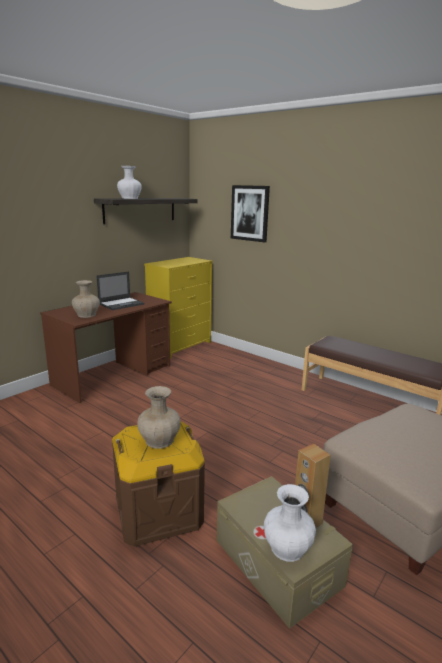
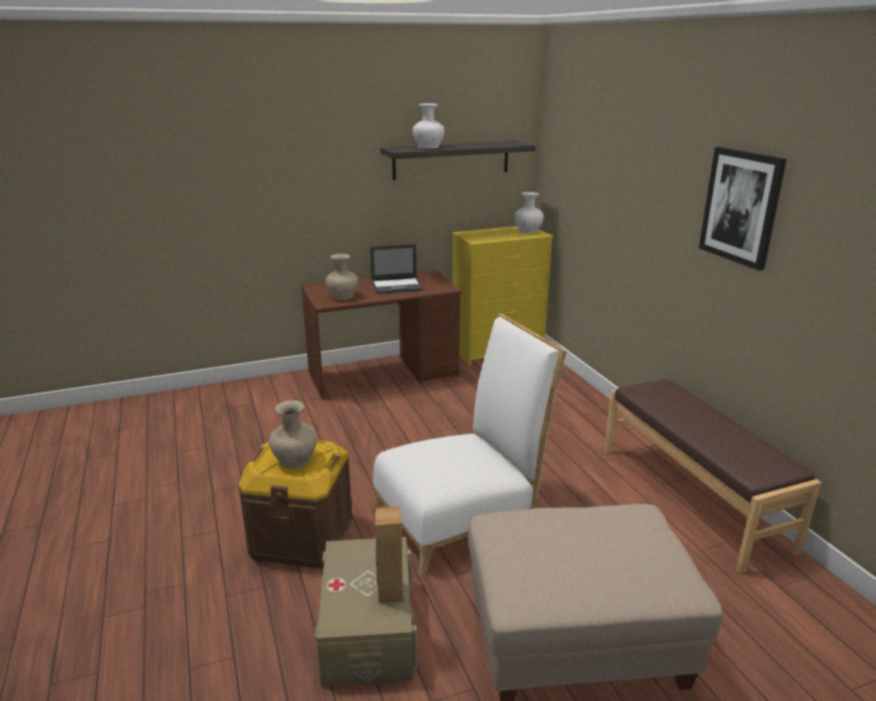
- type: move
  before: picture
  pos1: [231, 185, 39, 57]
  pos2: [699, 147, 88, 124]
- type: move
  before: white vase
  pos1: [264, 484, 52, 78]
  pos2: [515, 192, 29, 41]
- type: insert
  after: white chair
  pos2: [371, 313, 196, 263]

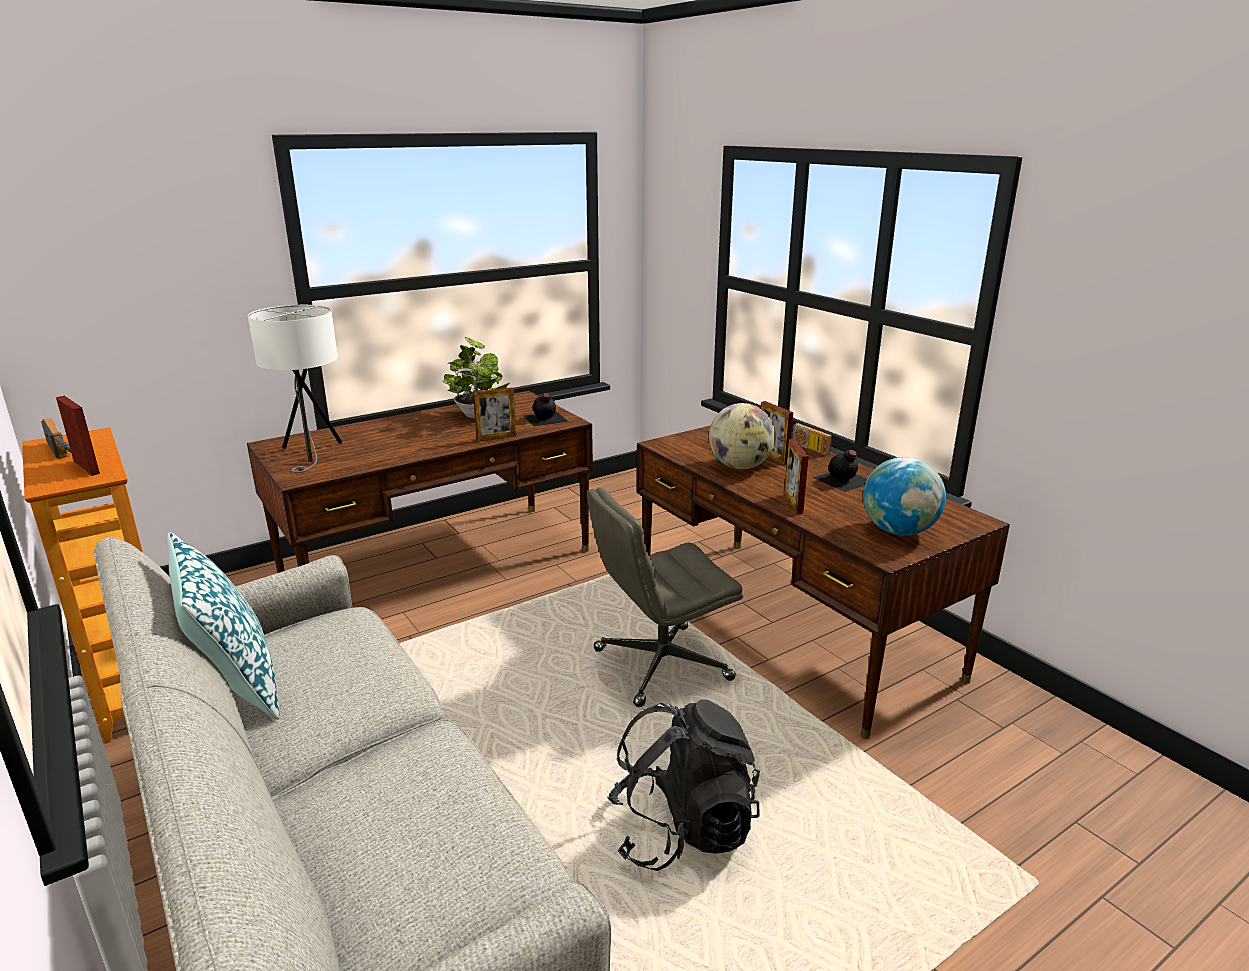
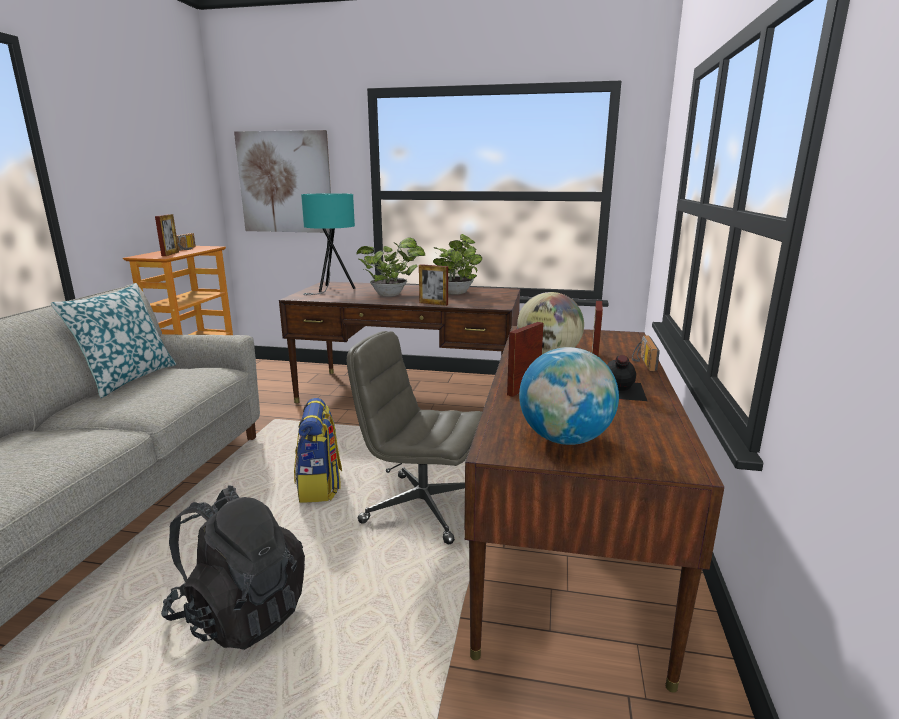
- type: recolor
  before: white table lamp
  after: turquoise table lamp
  pos1: [248, 305, 94, 168]
  pos2: [301, 193, 54, 102]
- type: delete
  before: black bottle
  pos1: [523, 393, 45, 34]
- type: insert
  after: picture
  pos2: [234, 130, 97, 103]
- type: insert
  after: potted plant
  pos2: [357, 237, 68, 60]
- type: insert
  after: backpack
  pos2: [294, 398, 48, 105]

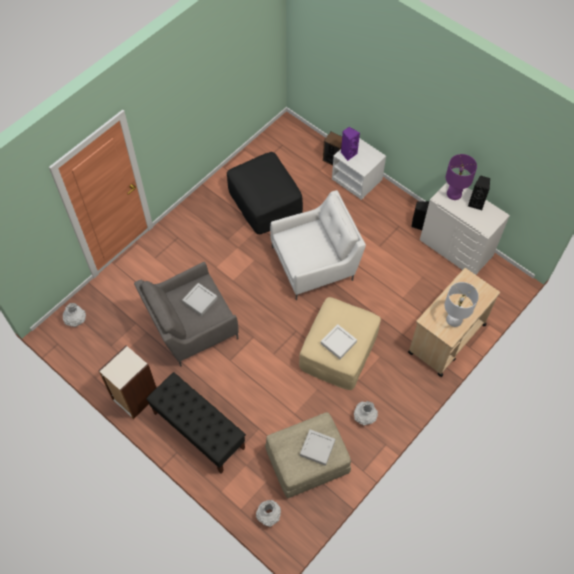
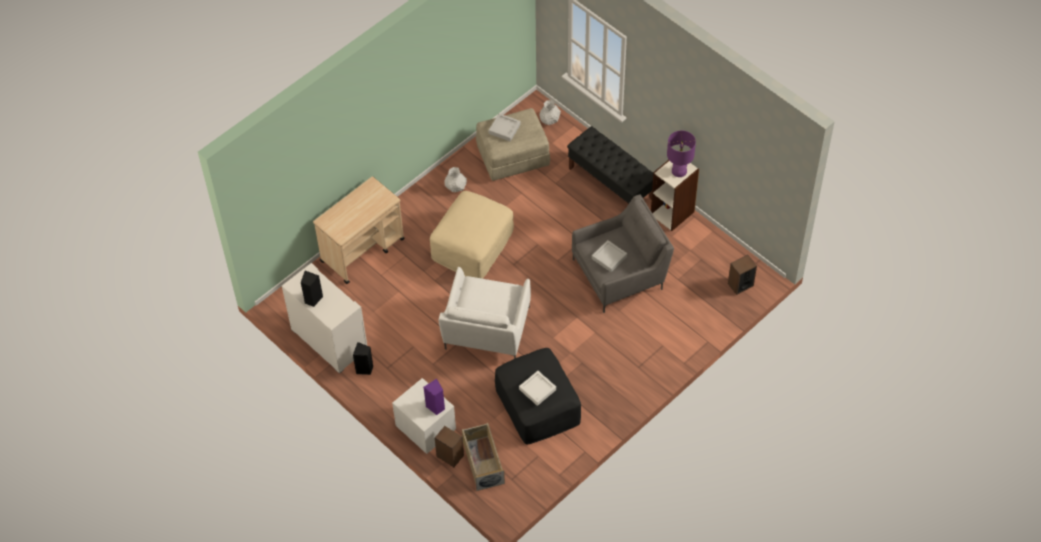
- type: move
  before: purple table lamp
  pos1: [446, 154, 31, 46]
  pos2: [667, 131, 29, 46]
- type: rotate
  before: white armchair
  pos1: [270, 190, 96, 110]
  pos2: [438, 267, 93, 92]
  turn: -60
- type: delete
  before: white table lamp
  pos1: [445, 282, 34, 45]
- type: replace
  before: white vase
  after: speaker
  pos1: [63, 303, 23, 24]
  pos2: [728, 255, 29, 40]
- type: move
  before: white tray
  pos1: [321, 324, 36, 35]
  pos2: [519, 371, 37, 35]
- type: insert
  after: beige storage box
  pos2: [462, 423, 43, 68]

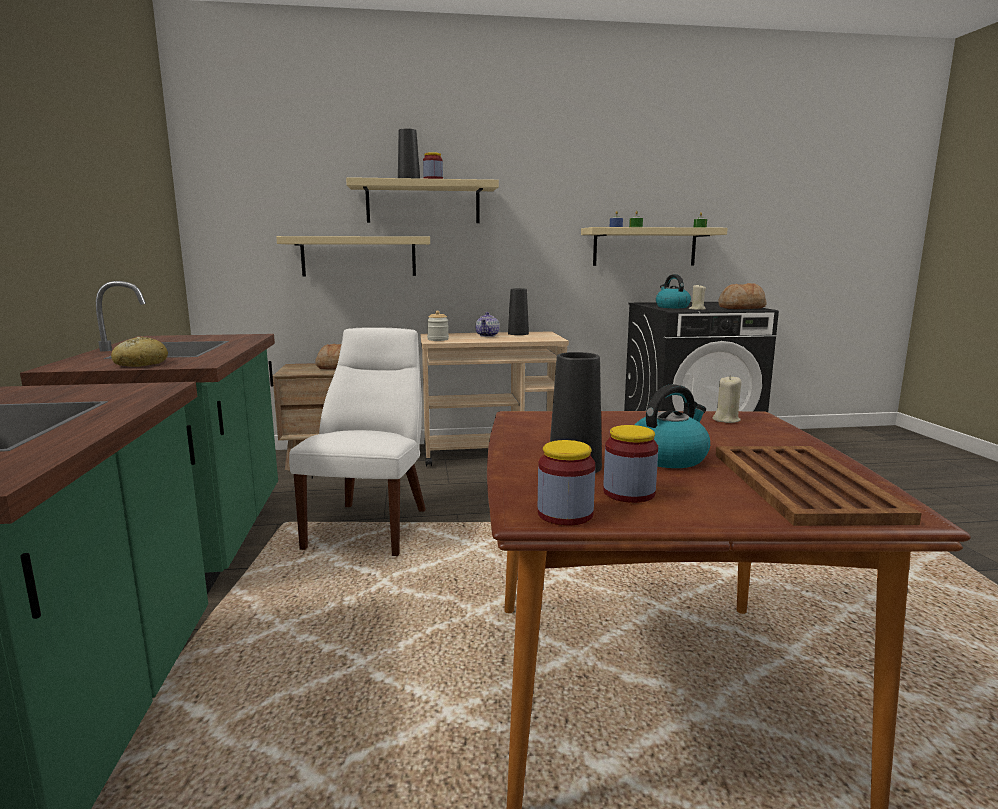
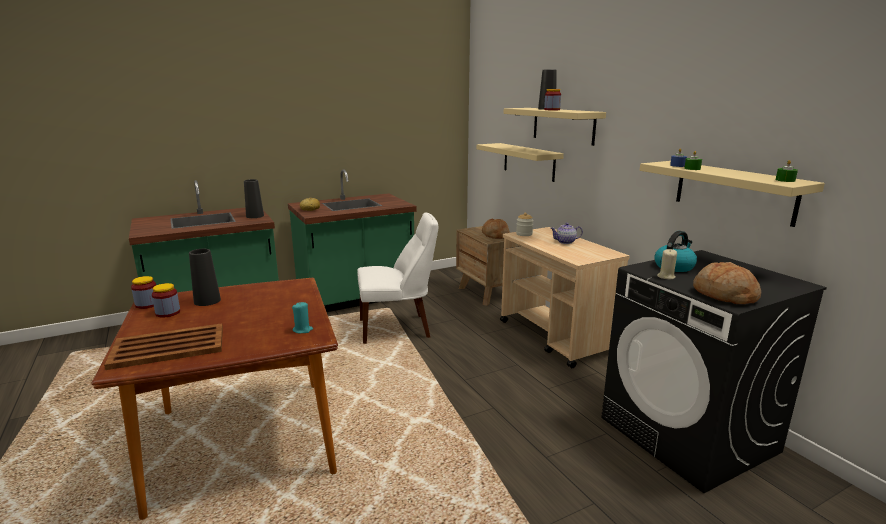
- type: move
  before: black vase
  pos1: [508, 288, 21, 47]
  pos2: [244, 179, 20, 39]
- type: recolor
  before: beige candle
  after: turquoise candle
  pos1: [713, 375, 29, 48]
  pos2: [292, 302, 21, 31]
- type: delete
  before: kettle
  pos1: [635, 384, 75, 84]

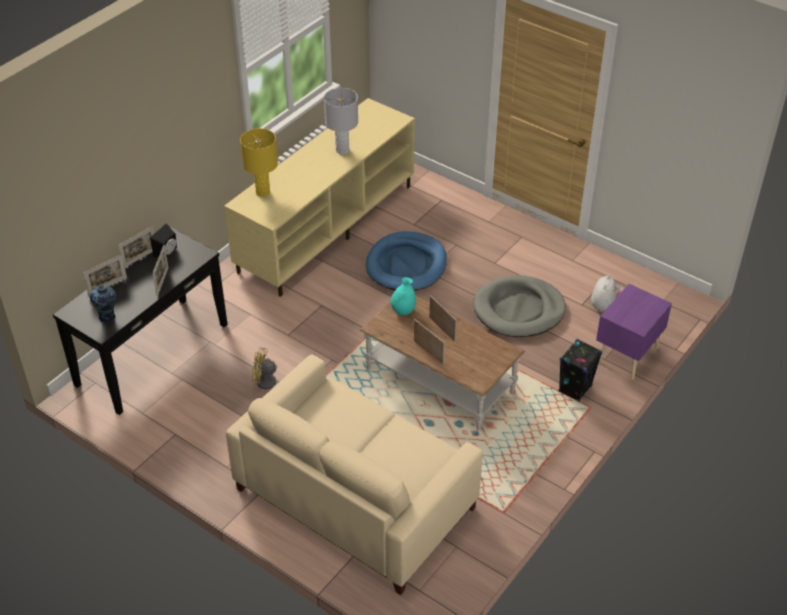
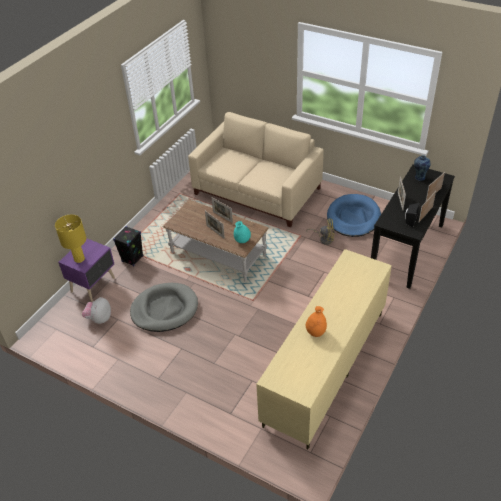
- type: replace
  before: grey table lamp
  after: orange vase
  pos1: [324, 88, 34, 66]
  pos2: [306, 306, 21, 31]
- type: move
  before: yellow table lamp
  pos1: [240, 128, 38, 69]
  pos2: [55, 215, 31, 48]
- type: move
  before: blue dog bed
  pos1: [366, 231, 81, 60]
  pos2: [327, 194, 54, 43]

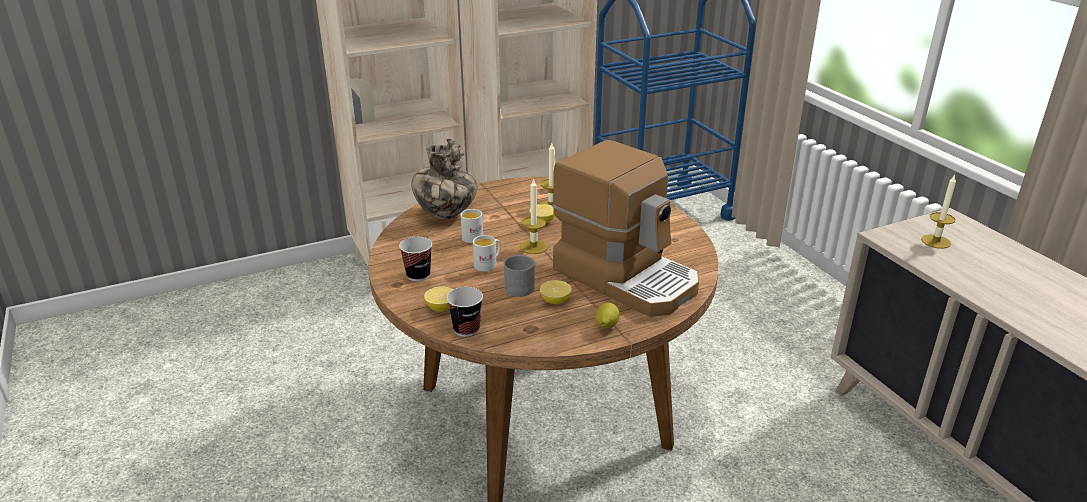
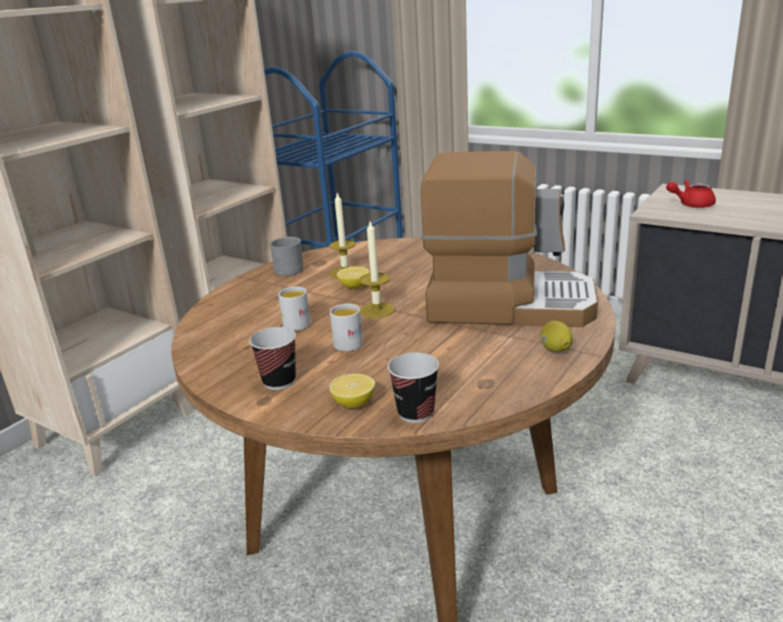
- type: delete
  before: vase
  pos1: [412, 139, 66, 80]
- type: replace
  before: candle
  after: red teapot
  pos1: [921, 174, 35, 75]
  pos2: [666, 180, 50, 28]
- type: move
  before: grey mug
  pos1: [503, 255, 32, 42]
  pos2: [270, 237, 34, 39]
- type: delete
  before: lemon
  pos1: [540, 280, 32, 24]

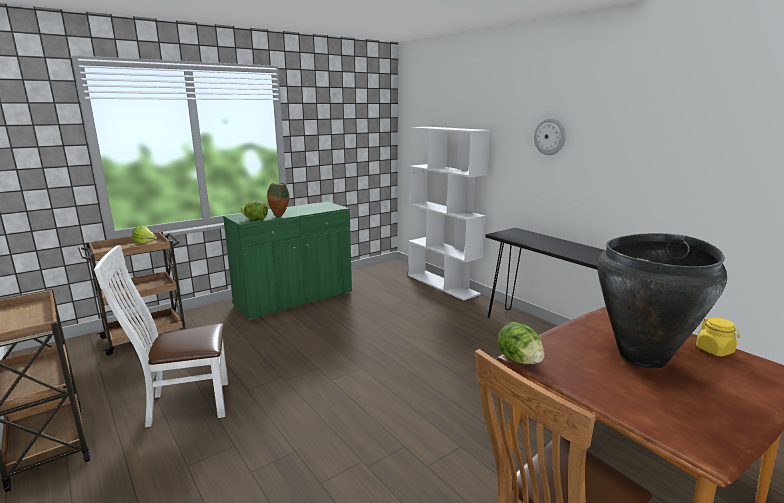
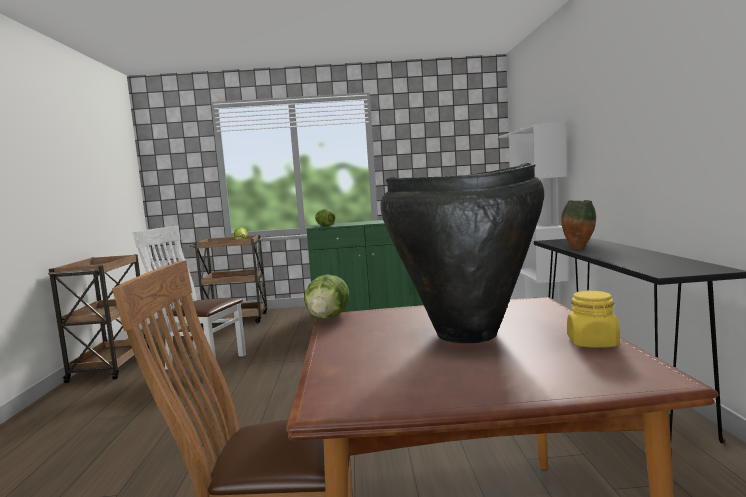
- type: delete
  before: wall clock
  pos1: [534, 118, 32, 37]
- type: move
  before: vase
  pos1: [267, 183, 22, 34]
  pos2: [561, 200, 35, 49]

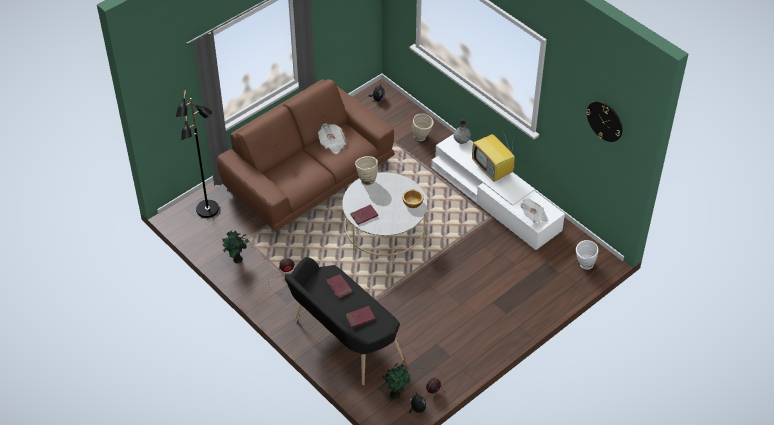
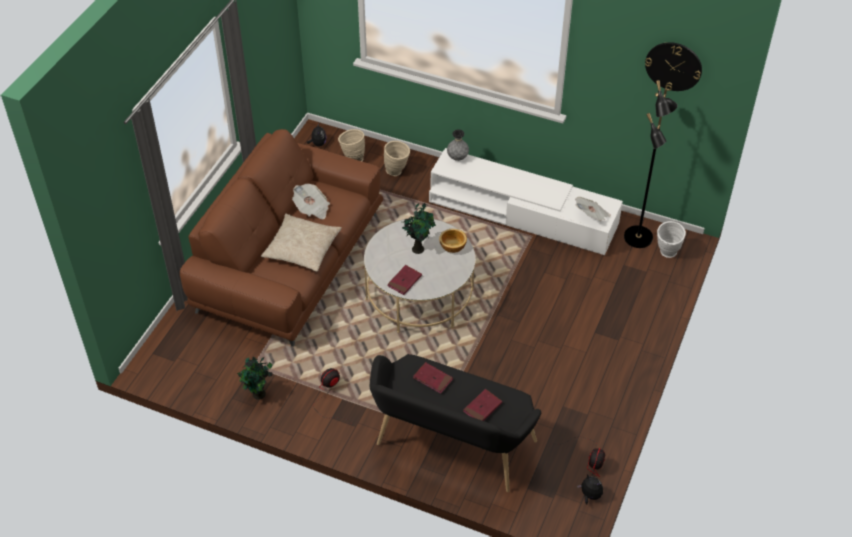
- type: move
  before: black floor lamp
  pos1: [176, 90, 43, 128]
  pos2: [624, 80, 54, 168]
- type: delete
  before: television
  pos1: [472, 134, 43, 48]
- type: move
  before: beige vase
  pos1: [355, 156, 23, 30]
  pos2: [338, 129, 27, 32]
- type: move
  before: potted plant
  pos1: [382, 362, 29, 37]
  pos2: [402, 203, 33, 51]
- type: insert
  after: beige pillow
  pos2: [261, 214, 81, 58]

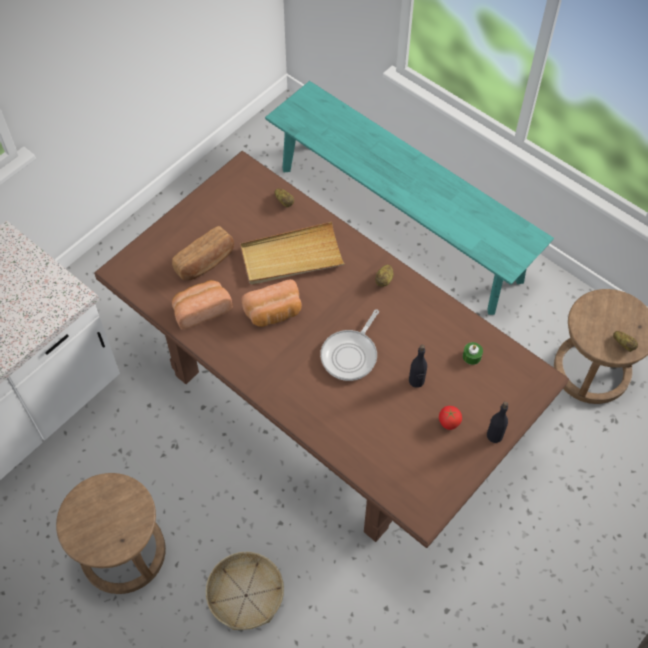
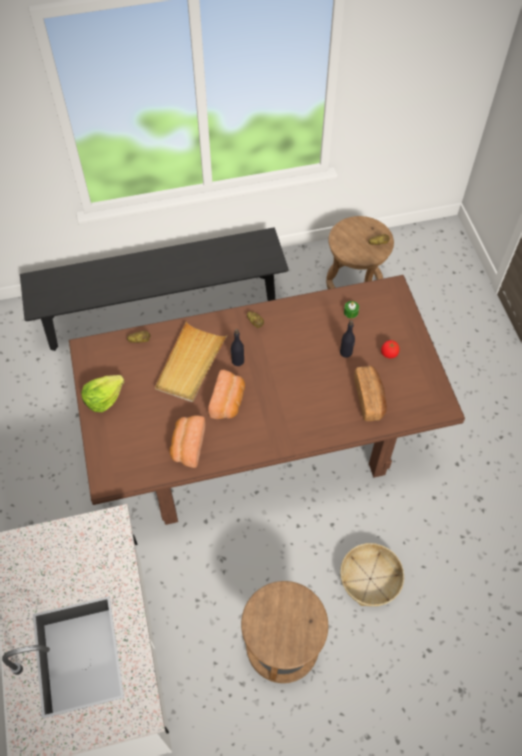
- type: recolor
  before: turquoise bench
  after: black bench
  pos1: [265, 81, 289, 234]
  pos2: [20, 227, 269, 124]
- type: move
  before: bread
  pos1: [172, 226, 62, 54]
  pos2: [354, 366, 33, 55]
- type: delete
  before: frying pan
  pos1: [320, 309, 59, 72]
- type: move
  before: black bottle
  pos1: [487, 402, 21, 41]
  pos2: [231, 329, 13, 37]
- type: insert
  after: lettuce
  pos2: [81, 375, 43, 37]

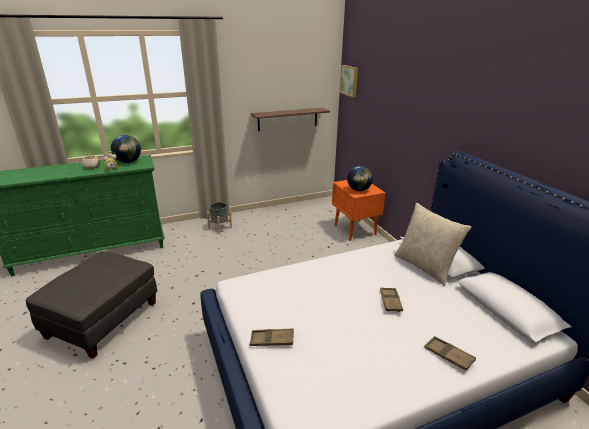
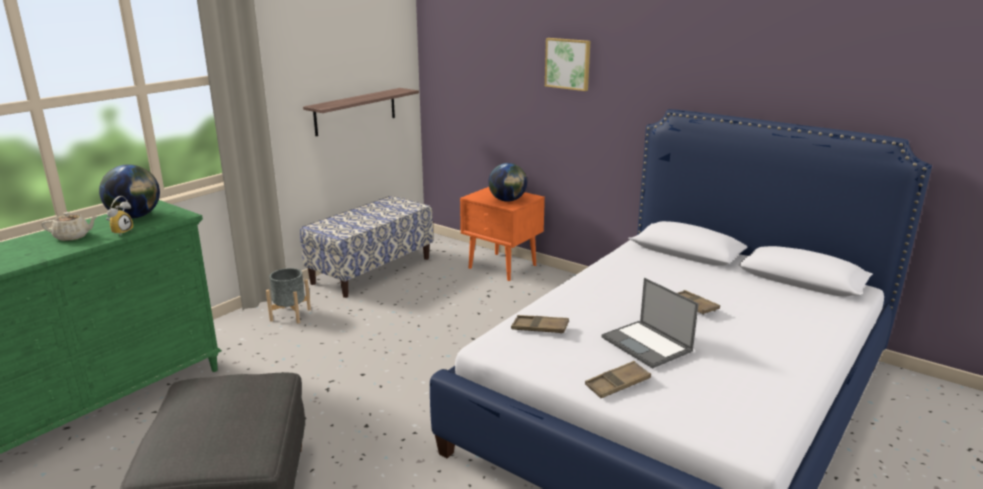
- type: move
  before: picture
  pos1: [340, 65, 18, 32]
  pos2: [545, 38, 45, 53]
- type: delete
  before: beige pillow
  pos1: [394, 203, 78, 83]
- type: move
  before: brown tray
  pos1: [424, 336, 52, 35]
  pos2: [511, 315, 58, 19]
- type: insert
  after: bench
  pos2: [300, 196, 133, 102]
- type: insert
  after: laptop
  pos2: [602, 278, 97, 90]

